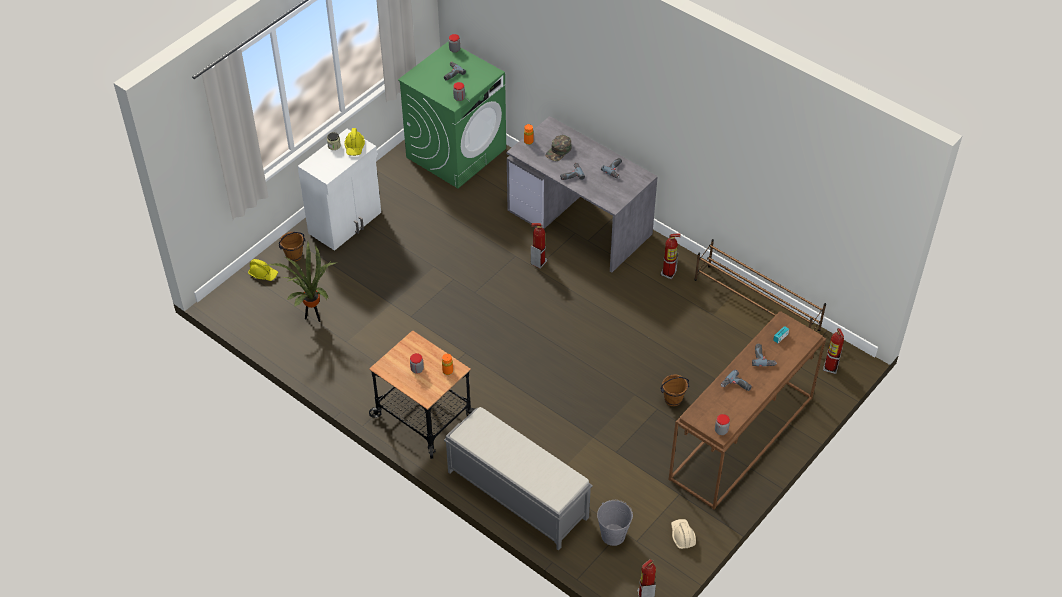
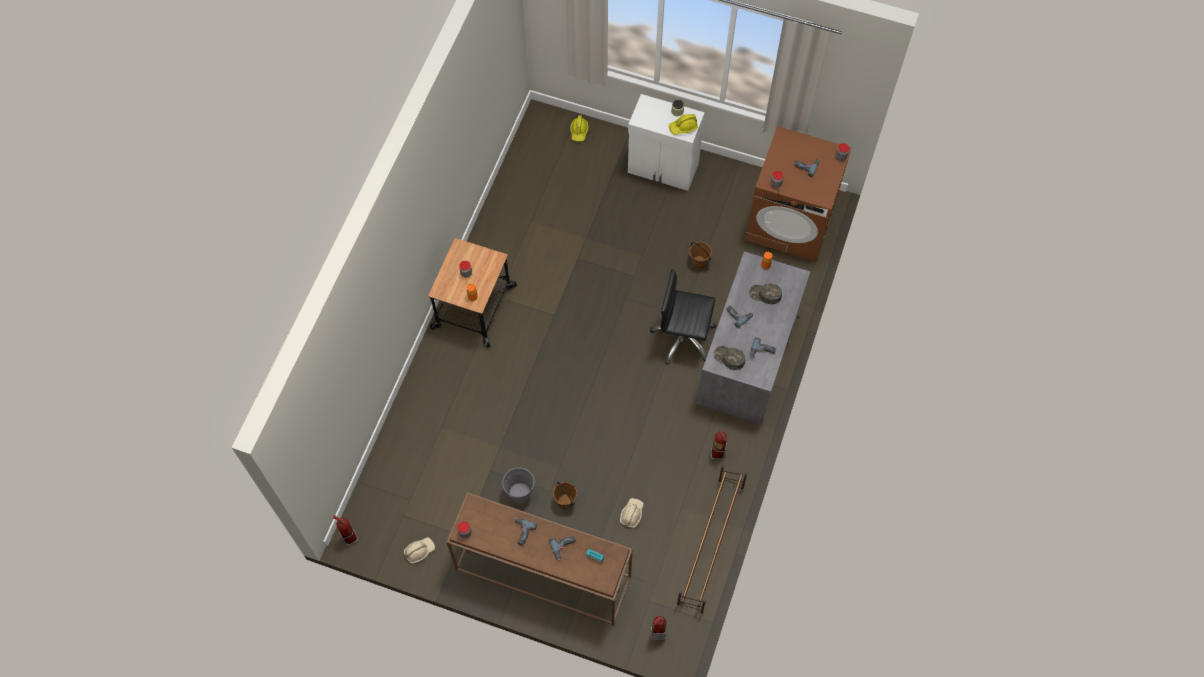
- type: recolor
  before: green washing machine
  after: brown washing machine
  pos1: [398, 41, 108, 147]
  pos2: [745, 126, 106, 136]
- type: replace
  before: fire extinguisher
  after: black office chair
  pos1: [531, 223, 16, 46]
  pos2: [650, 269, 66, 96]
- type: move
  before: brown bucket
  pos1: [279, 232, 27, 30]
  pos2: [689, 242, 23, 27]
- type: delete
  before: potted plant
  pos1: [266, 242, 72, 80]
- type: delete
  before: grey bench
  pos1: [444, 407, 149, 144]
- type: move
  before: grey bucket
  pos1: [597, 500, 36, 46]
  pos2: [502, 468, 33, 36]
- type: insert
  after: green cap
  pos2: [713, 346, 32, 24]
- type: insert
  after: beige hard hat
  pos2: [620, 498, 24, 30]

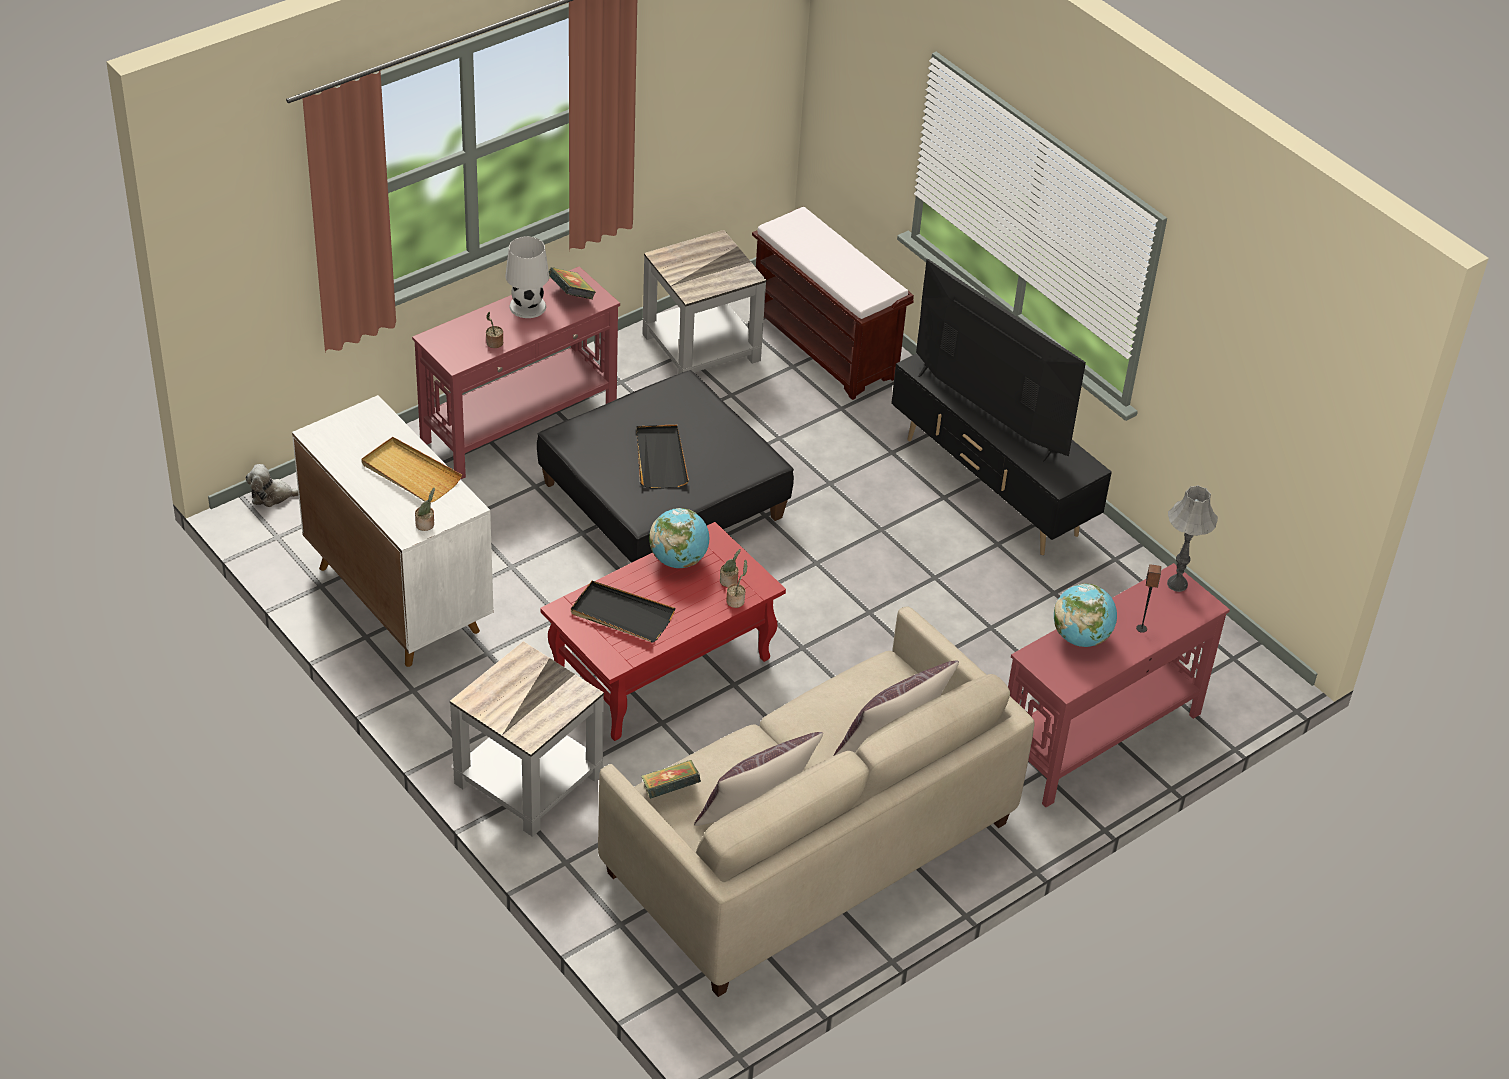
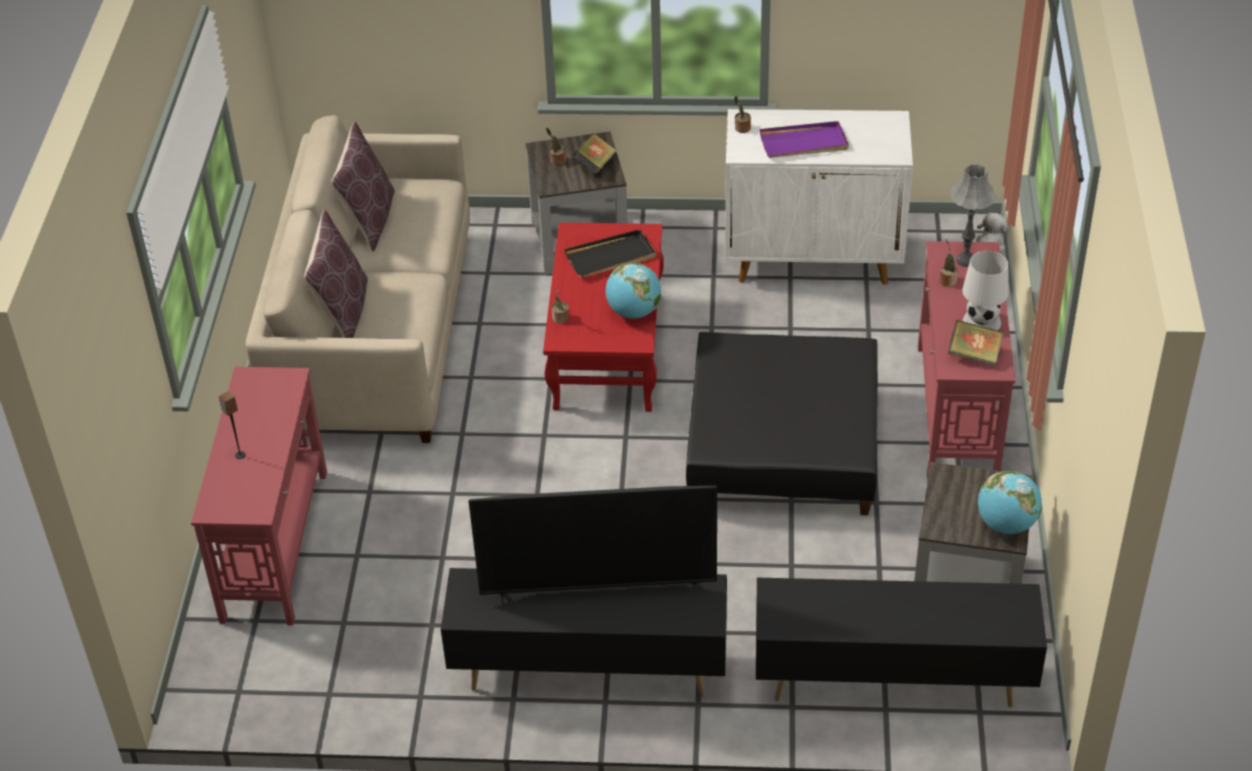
- type: replace
  before: brown bench
  after: black tv stand
  pos1: [752, 206, 162, 194]
  pos2: [756, 578, 291, 130]
- type: delete
  before: black tray
  pos1: [636, 425, 53, 63]
- type: recolor
  before: beige tray
  after: purple tray
  pos1: [361, 437, 101, 66]
  pos2: [759, 121, 90, 37]
- type: move
  before: grey table lamp
  pos1: [1167, 485, 51, 107]
  pos2: [951, 164, 46, 103]
- type: move
  before: potted plant
  pos1: [720, 549, 21, 38]
  pos2: [546, 128, 20, 37]
- type: move
  before: globe
  pos1: [1054, 584, 63, 63]
  pos2: [978, 471, 64, 63]
- type: move
  before: book
  pos1: [641, 760, 60, 39]
  pos2: [573, 133, 44, 41]

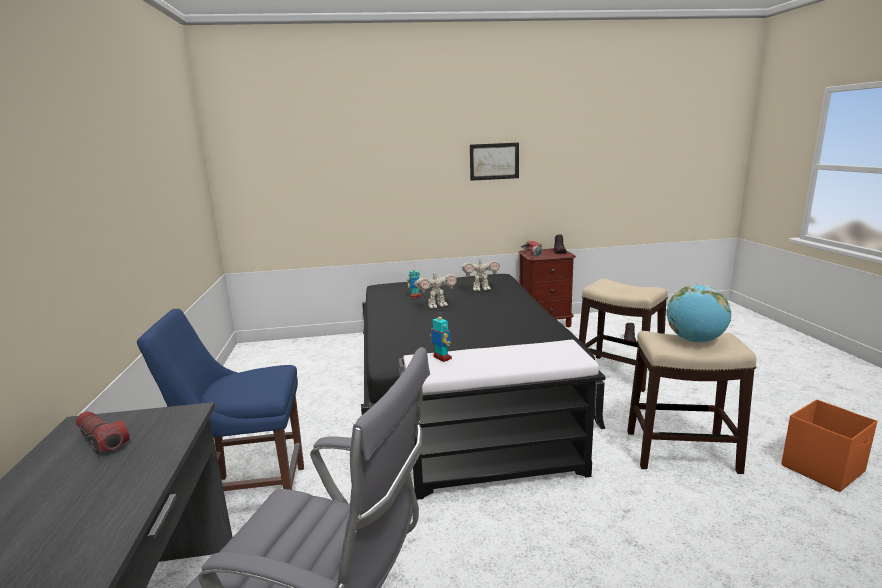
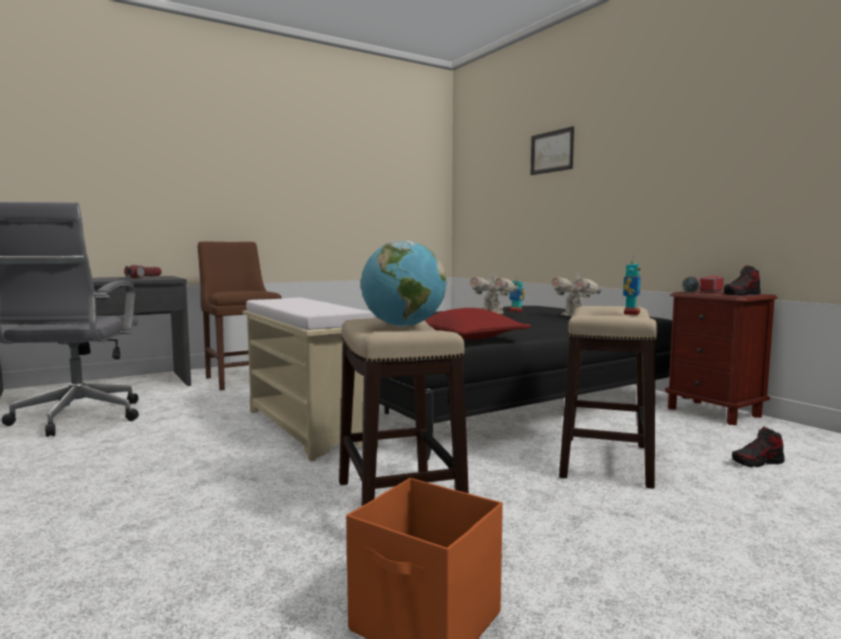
- type: move
  before: picture
  pos1: [470, 143, 49, 38]
  pos2: [530, 126, 44, 49]
- type: recolor
  before: blue chair
  after: brown chair
  pos1: [137, 309, 167, 182]
  pos2: [198, 242, 84, 149]
- type: move
  before: toy robot
  pos1: [430, 315, 22, 47]
  pos2: [623, 255, 18, 60]
- type: recolor
  before: black bench
  after: beige bench
  pos1: [398, 339, 207, 161]
  pos2: [243, 298, 135, 163]
- type: insert
  after: red pillow
  pos2: [425, 308, 106, 32]

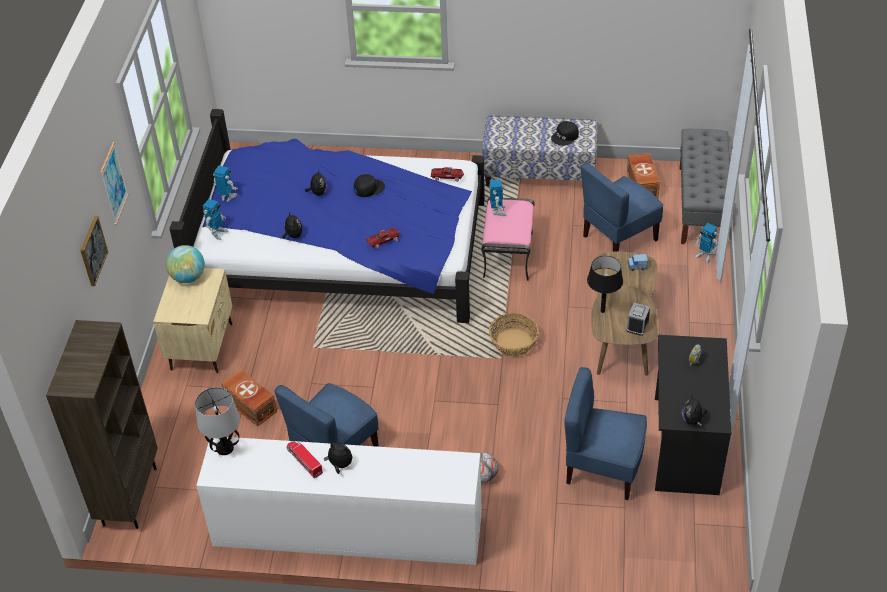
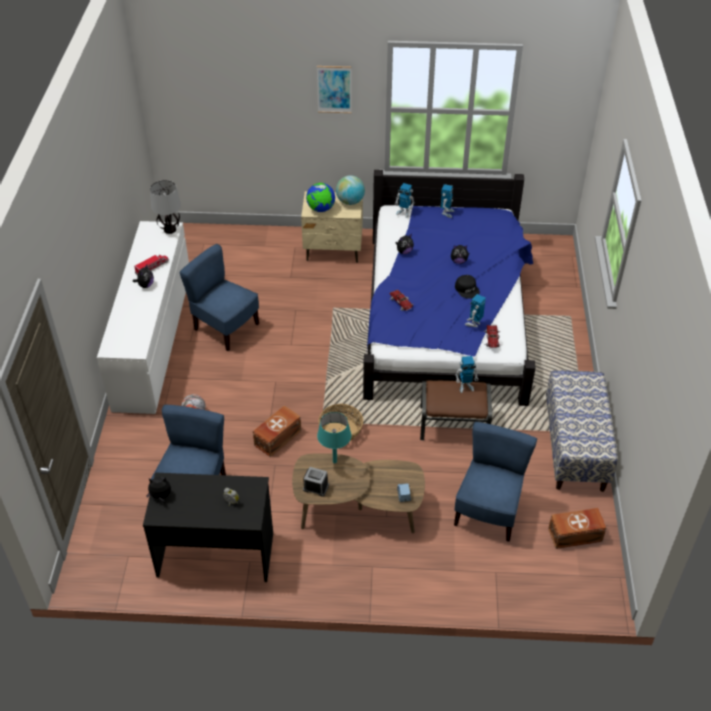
- type: delete
  before: black cap
  pos1: [551, 121, 28, 25]
- type: delete
  before: grey bench
  pos1: [679, 129, 51, 115]
- type: rotate
  before: blue chair
  pos1: [581, 163, 83, 89]
  pos2: [454, 422, 83, 120]
  turn: 60
- type: recolor
  before: pink ottoman
  after: brown ottoman
  pos1: [481, 198, 53, 83]
  pos2: [420, 380, 72, 60]
- type: delete
  before: picture
  pos1: [80, 216, 28, 70]
- type: move
  before: toy robot
  pos1: [694, 223, 24, 40]
  pos2: [465, 294, 21, 33]
- type: recolor
  before: black table lamp
  after: turquoise table lamp
  pos1: [587, 256, 36, 57]
  pos2: [317, 412, 34, 51]
- type: delete
  before: brown bookcase
  pos1: [46, 320, 112, 209]
- type: move
  before: brown storage box
  pos1: [221, 369, 56, 58]
  pos2: [253, 406, 48, 51]
- type: insert
  after: globe
  pos2: [306, 183, 29, 29]

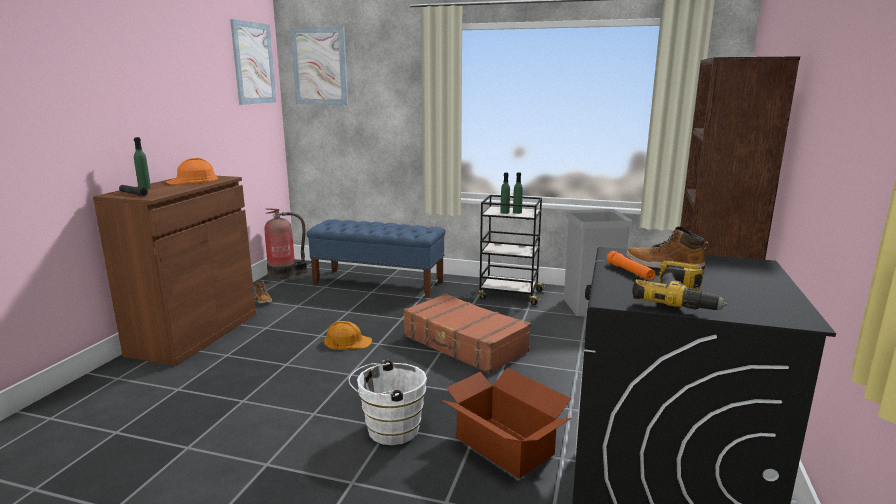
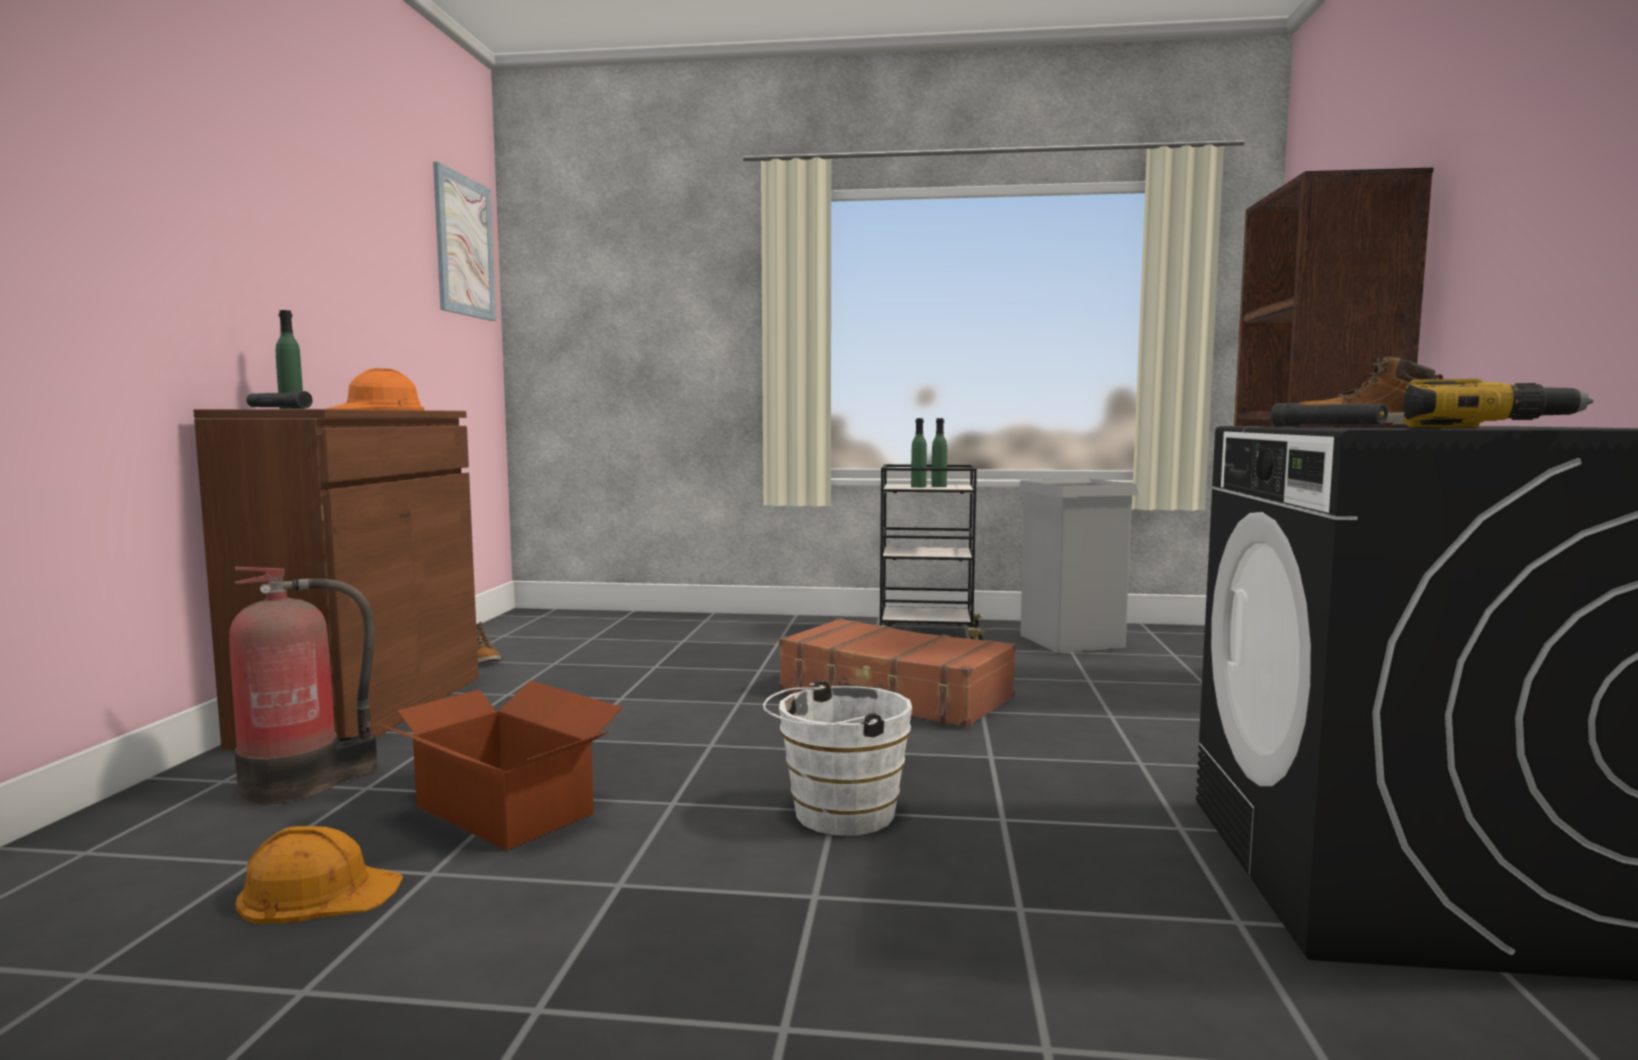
- type: delete
  before: picture
  pos1: [290, 26, 58, 79]
- type: move
  before: fire extinguisher
  pos1: [265, 208, 42, 72]
  pos2: [229, 567, 149, 237]
- type: delete
  before: blue bench
  pos1: [306, 219, 140, 79]
- type: recolor
  before: orange flashlight
  after: black flashlight
  pos1: [607, 251, 49, 29]
  pos2: [1271, 403, 117, 23]
- type: move
  before: orange hard hat
  pos1: [324, 321, 48, 29]
  pos2: [236, 826, 167, 98]
- type: move
  before: cardboard box
  pos1: [441, 368, 131, 111]
  pos2: [372, 680, 251, 170]

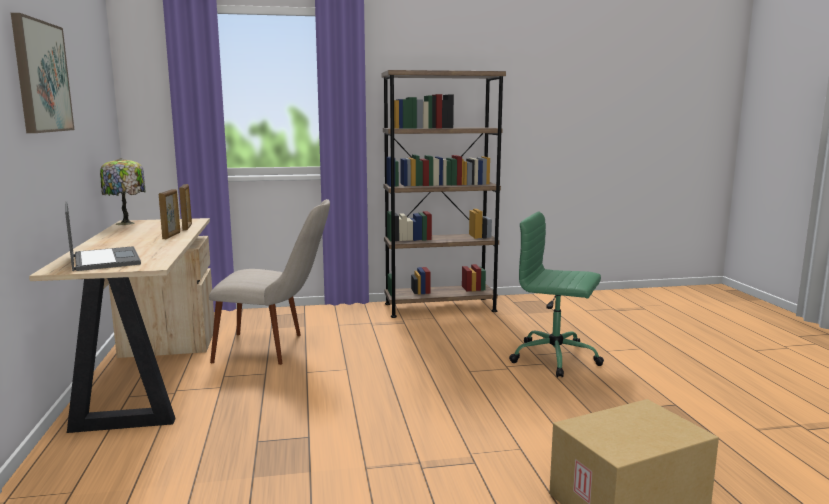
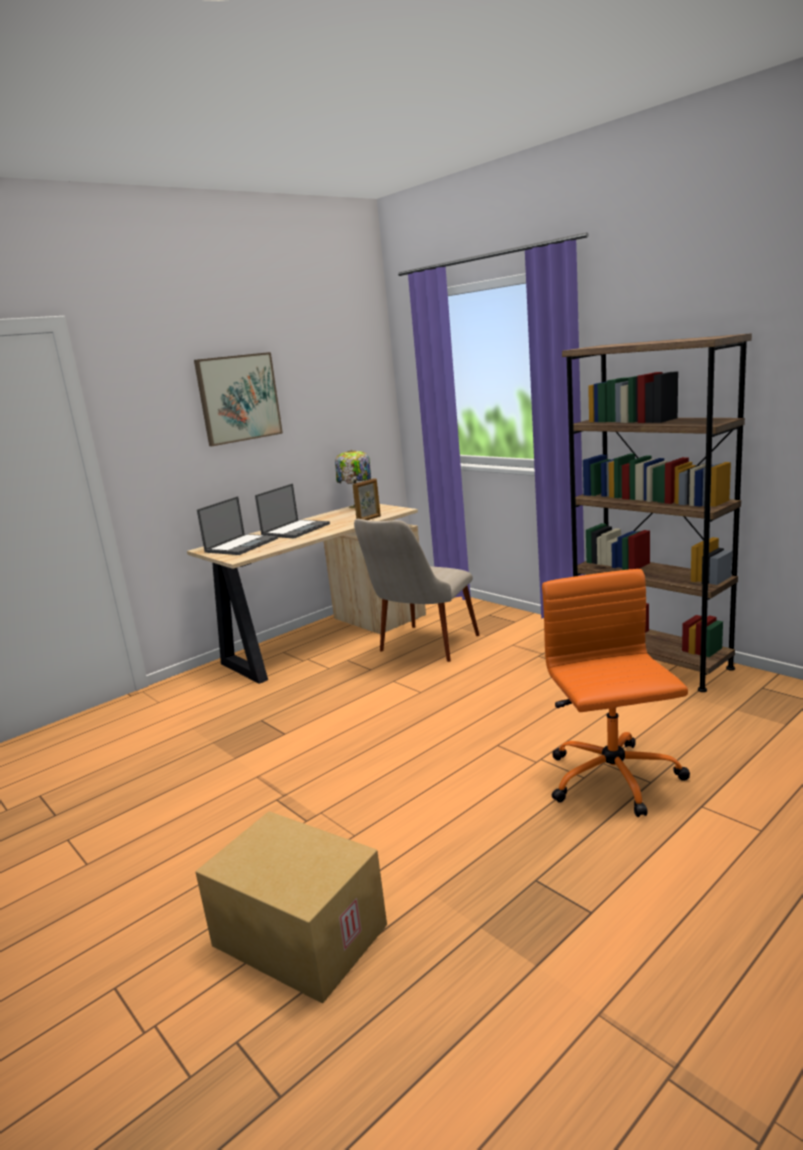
- type: delete
  before: picture frame
  pos1: [159, 189, 21, 50]
- type: rotate
  before: beige chair
  pos1: [209, 199, 121, 166]
  pos2: [354, 519, 126, 143]
  turn: 60
- type: recolor
  before: green office chair
  after: orange office chair
  pos1: [509, 211, 95, 167]
  pos2: [542, 569, 148, 248]
- type: insert
  after: laptop
  pos2: [255, 484, 75, 55]

